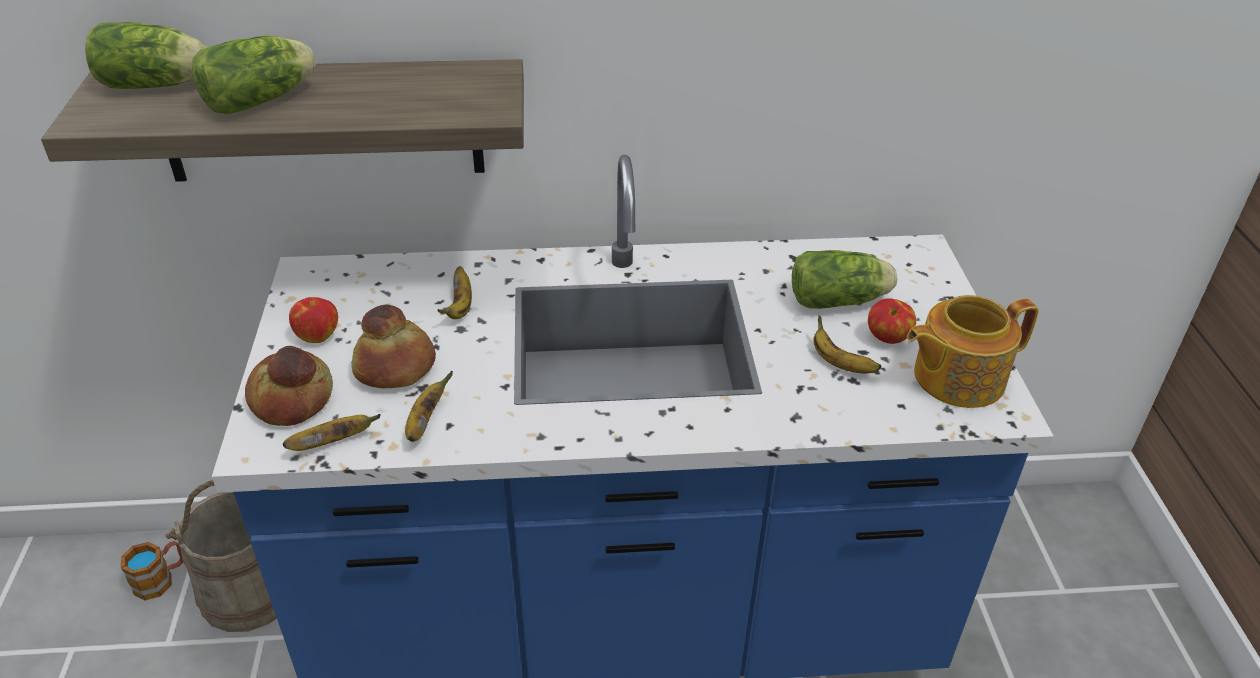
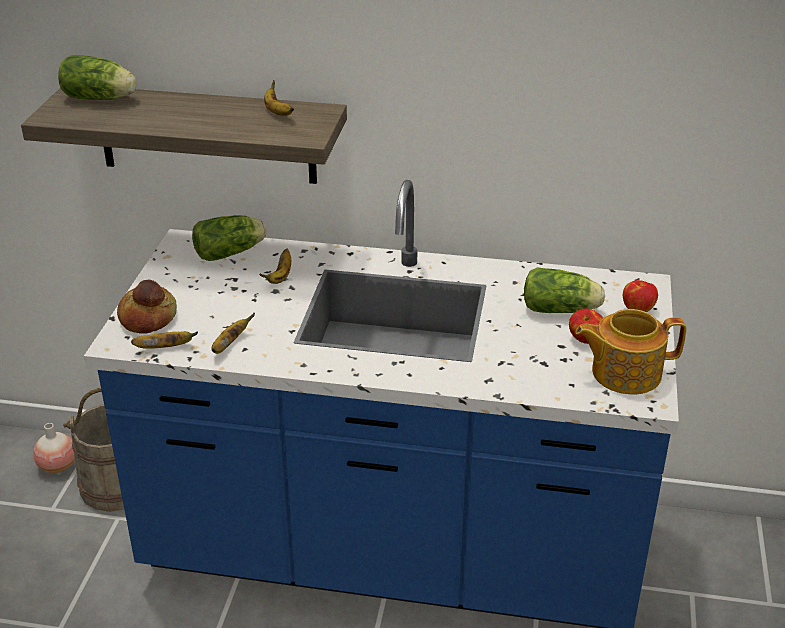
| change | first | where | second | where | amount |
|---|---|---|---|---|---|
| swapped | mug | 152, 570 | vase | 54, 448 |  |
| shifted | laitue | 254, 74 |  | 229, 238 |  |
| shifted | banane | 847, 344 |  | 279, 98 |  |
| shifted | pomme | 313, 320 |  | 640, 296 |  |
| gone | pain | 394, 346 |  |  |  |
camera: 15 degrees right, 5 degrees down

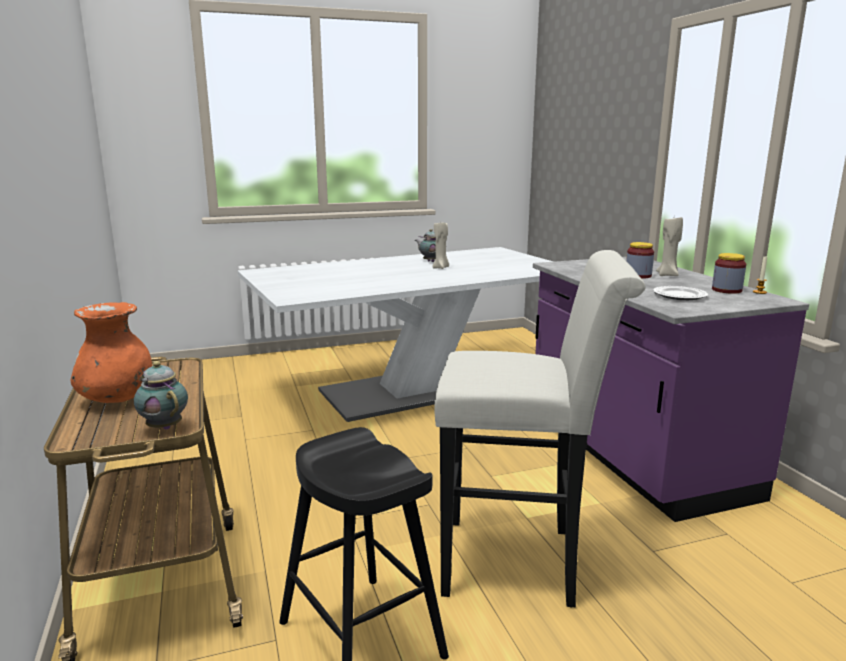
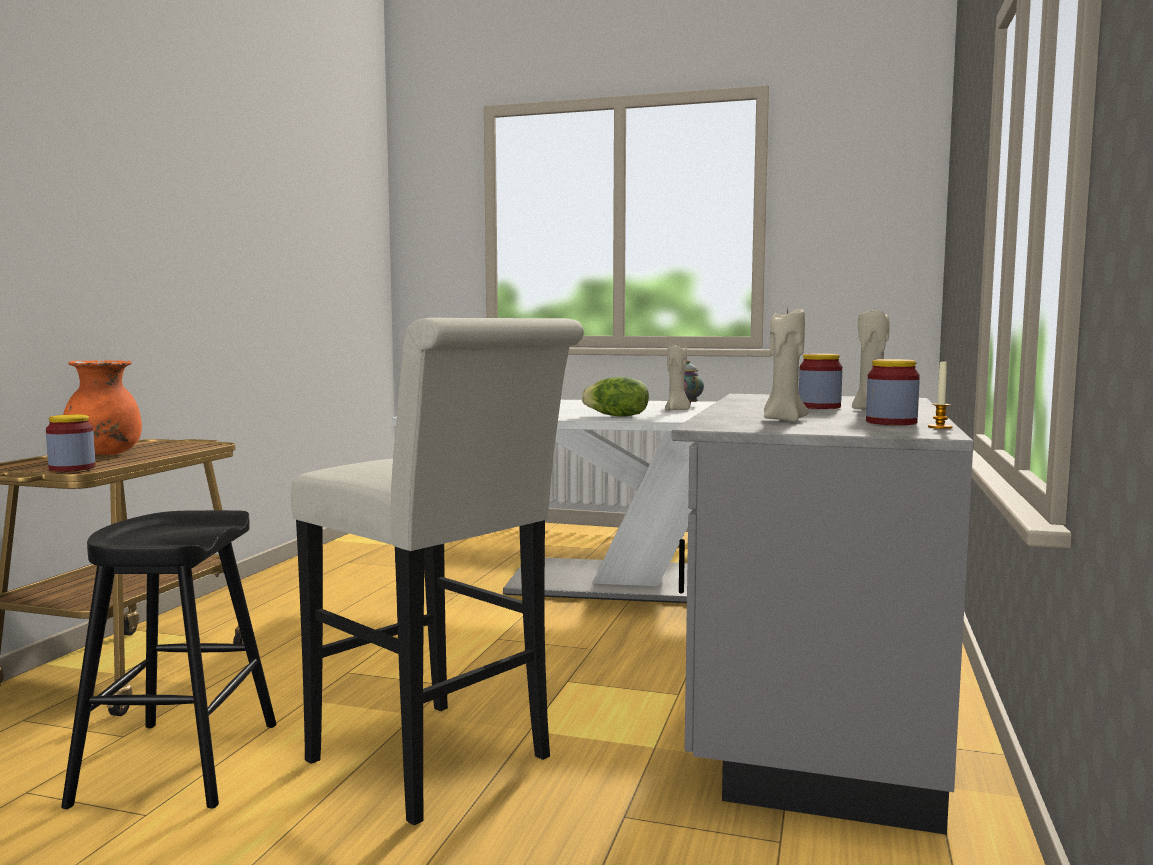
| change | first | where | second | where | amount |
|---|---|---|---|---|---|
| swapped | théière | 161, 395 | bocal | 71, 443 |  |
| new |  |  | laitue | 615, 397 |  |
| repainted | comptoir de cuisine/violet | 671, 389 | comptoir de cuisine/gris | 822, 614 |  |
| swapped | assiette | 680, 293 | bougie/beige | 786, 364 |  |
camera: 35 degrees right, 10 degrees down

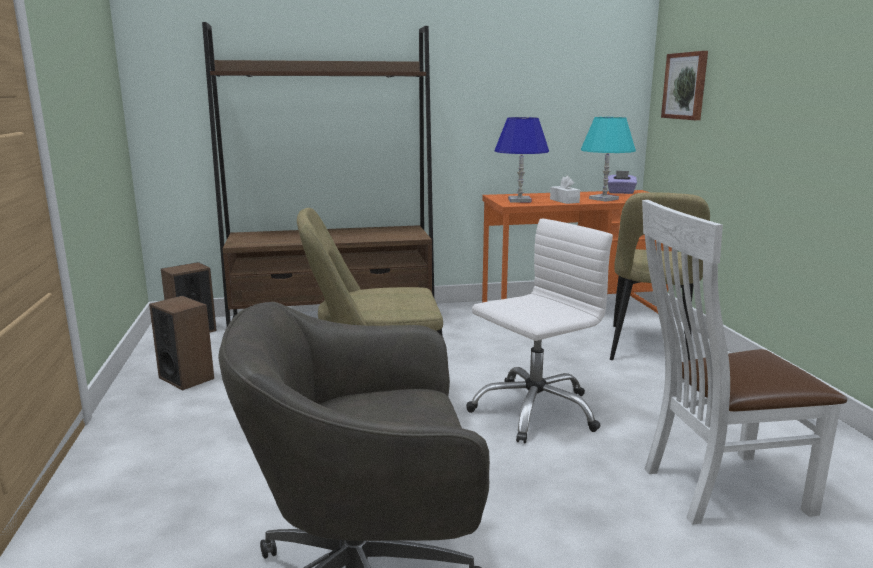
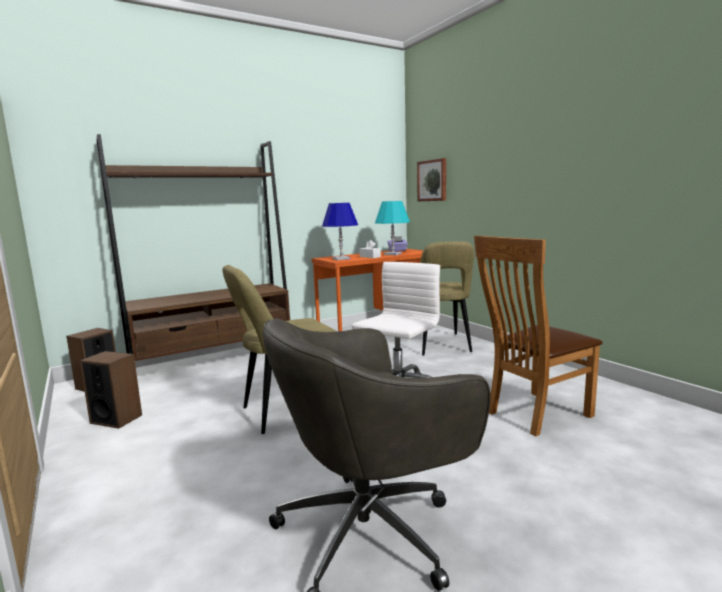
| change | first | where | second | where | amount |
|---|---|---|---|---|---|
| repainted | chaise/blanc | 744, 362 | chaise/marron | 538, 336 |  |
camera: 20 degrees left, 5 degrees down

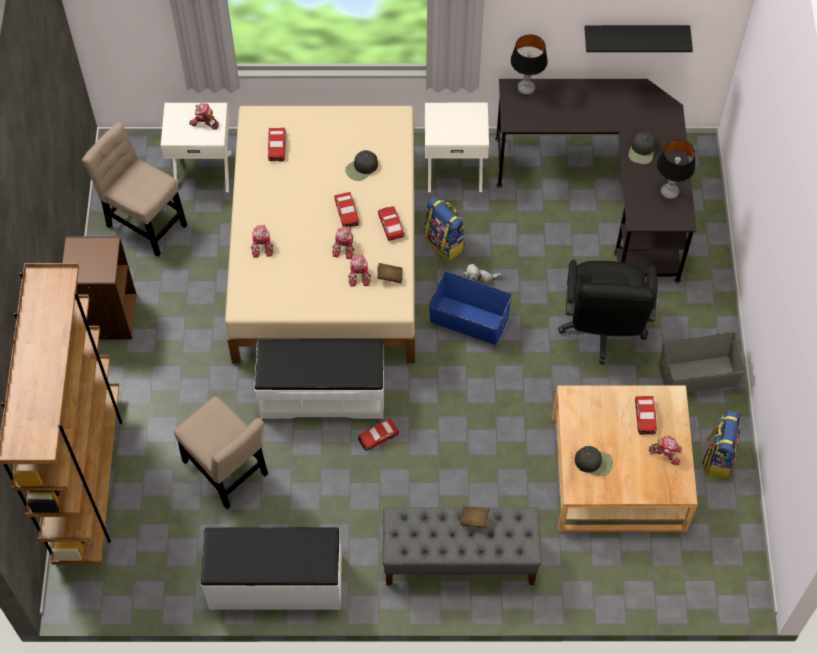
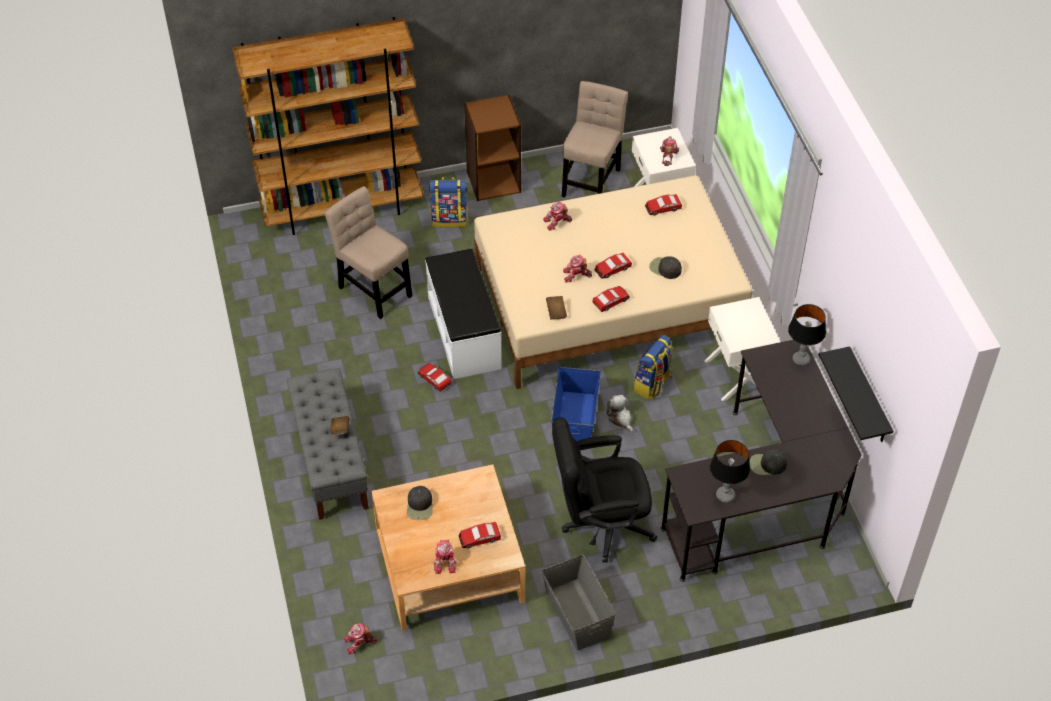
| change | first | where | second | where | amount |
|---|---|---|---|---|---|
| rotated | chaise/beige | 221, 452 |  | 368, 252 | 105 degrees clockwise |
| shifted | robot jouet | 359, 270 |  | 360, 638 |  |
| shifted | sac à dos | 721, 444 |  | 448, 202 |  |
| gone | banc/blanc | 271, 568 |  |  |  |
camera: 75 degrees right, 10 degrees down

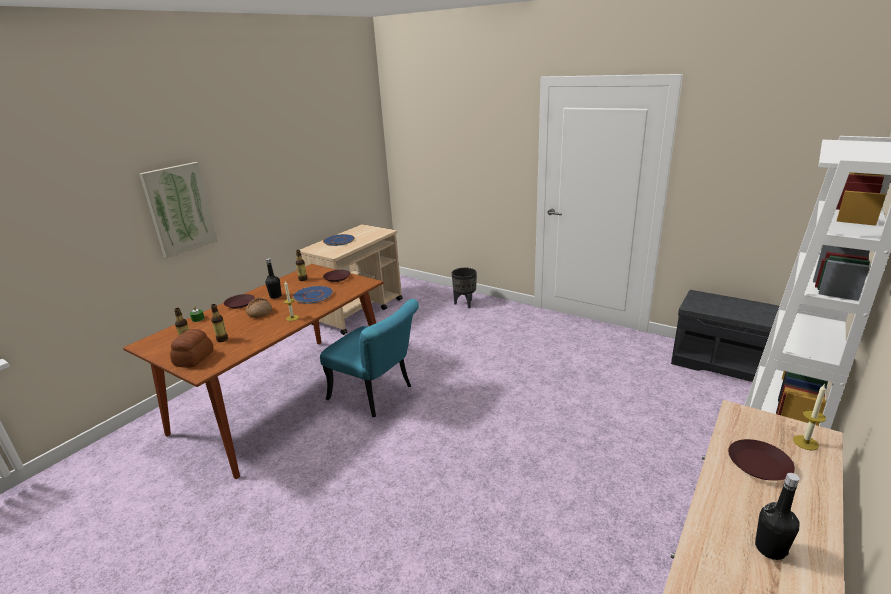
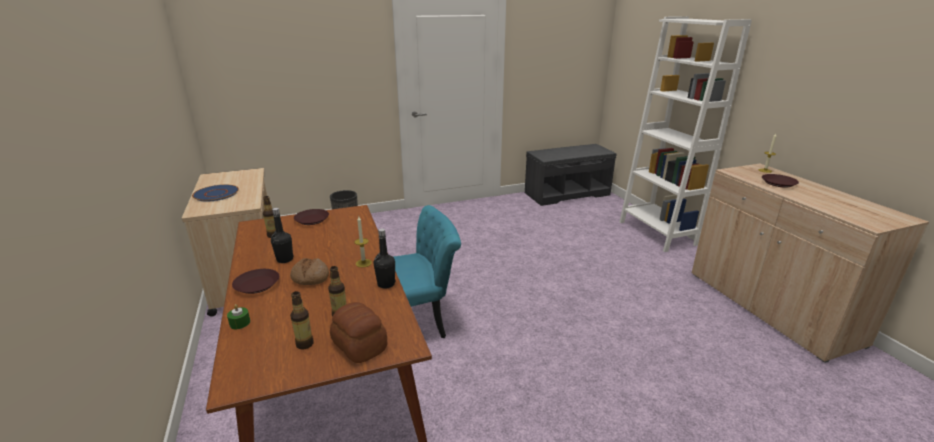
| change | first | where | second | where | amount |
|---|---|---|---|---|---|
| shifted | bouteille/noir | 777, 516 |  | 385, 258 |  |
| gone | tableau | 178, 210 |  |  |  |
| gone | assiette/bleu | 312, 295 |  |  |  |
camera: 55 degrees left, 0 degrees up

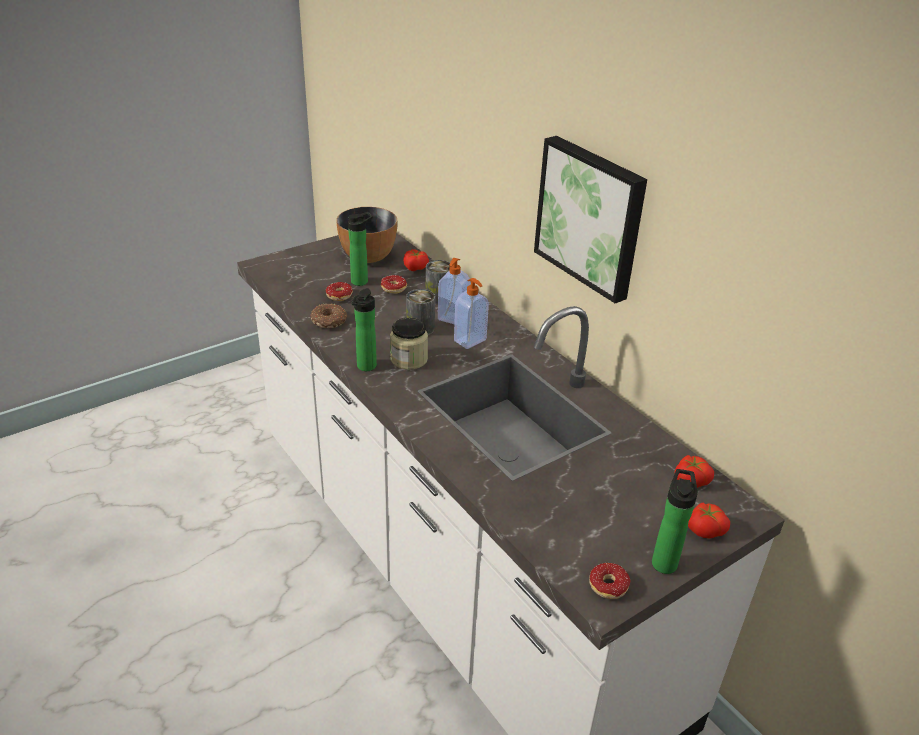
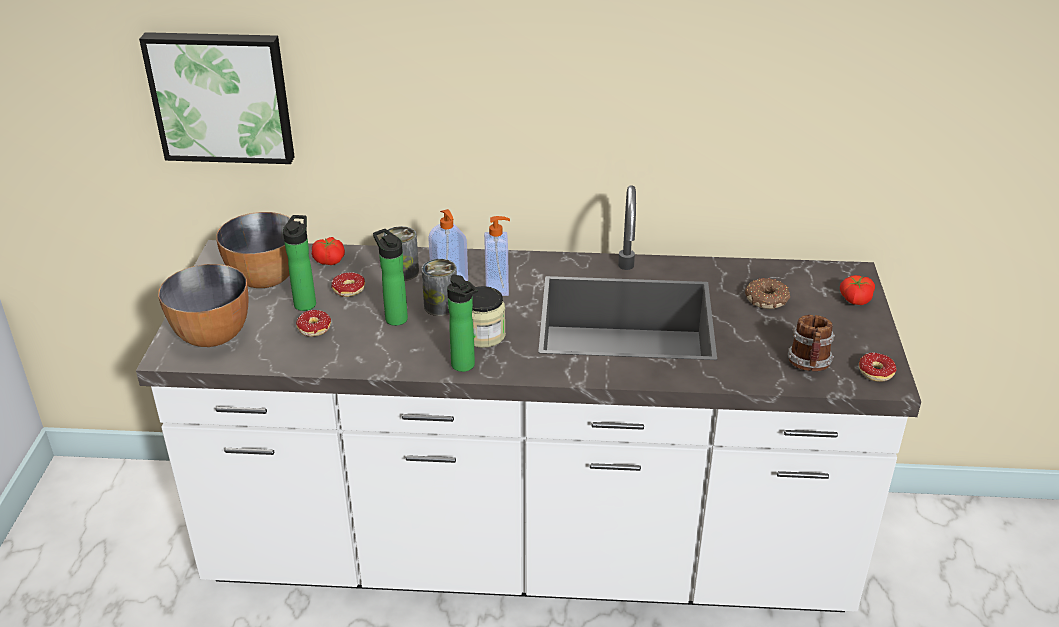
| change | first | where | second | where | amount |
|---|---|---|---|---|---|
| shifted | tableau | 590, 219 |  | 217, 98 |  |
| new |  |  | bol | 203, 305 |  |
| shifted | bouteille | 675, 521 |  | 390, 277 |  |
| shifted | beignet | 329, 316 |  | 767, 293 |  |
| new |  |  | mug | 811, 343 |  |
| gone | tomate | 694, 471 |  |  |  |
camera: 50 degrees left, 0 degrees up

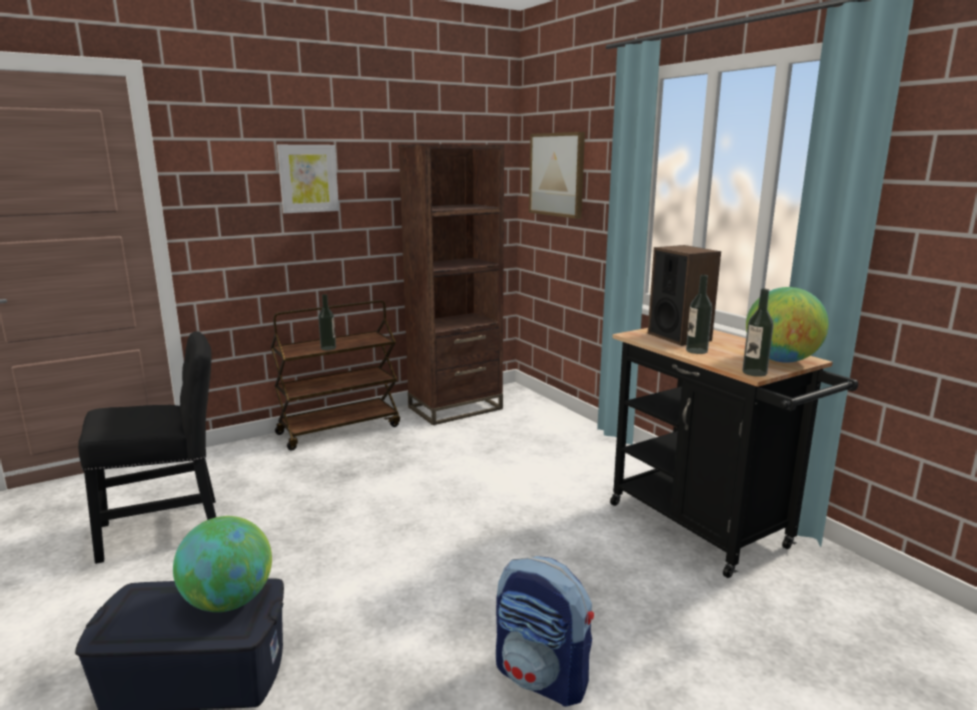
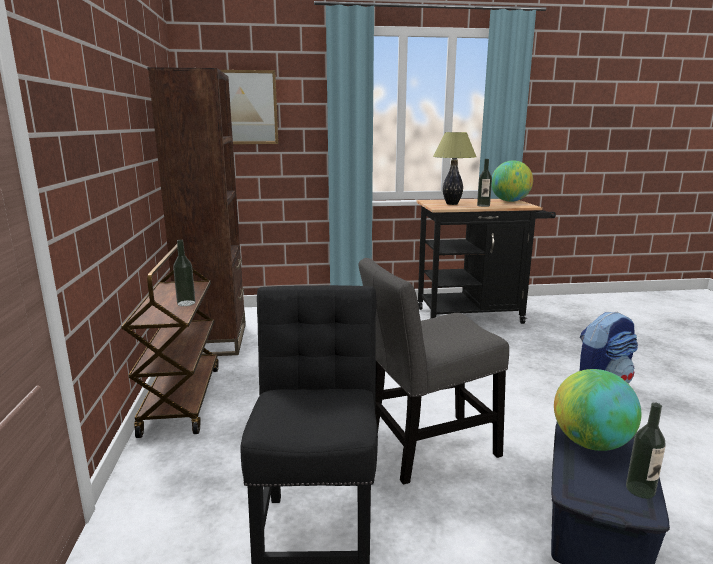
| change | first | where | second | where | amount |
|---|---|---|---|---|---|
| new |  |  | chaise/gris | 434, 371 |  |
| swapped | enceinte | 684, 295 | lampe de table | 454, 168 |  |
| shifted | bouteille | 758, 332 |  | 646, 450 |  |
| gone | tableau | 308, 179 |  |  |  |
camera: 65 degrees left, 0 degrees up

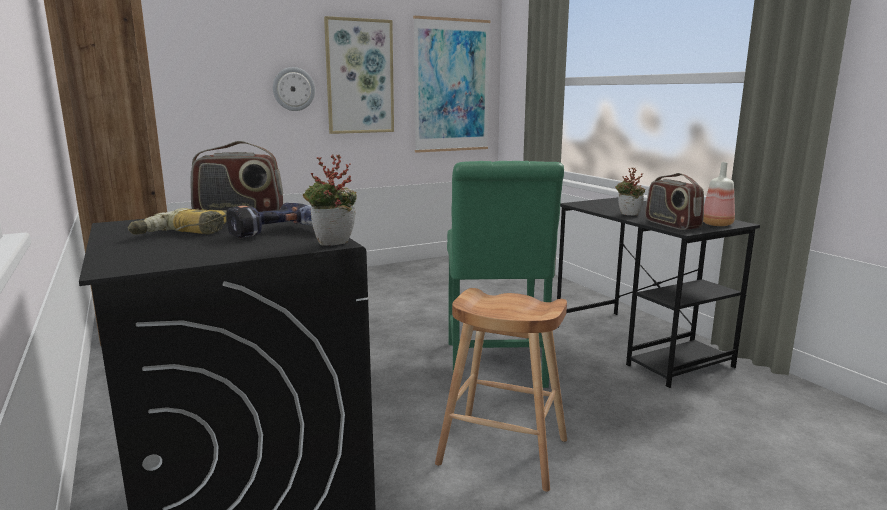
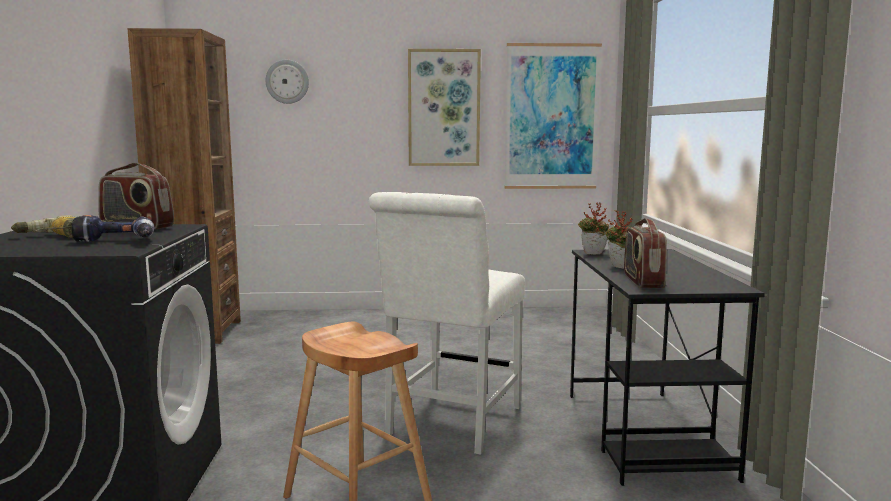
| change | first | where | second | where | amount |
|---|---|---|---|---|---|
| shifted | horloge murale | 294, 89 |  | 287, 82 |  |
| repainted | chaise/vert | 505, 274 | chaise/blanc | 447, 323 |  |
| shifted | plante en pot | 330, 200 |  | 593, 228 |  |
| gone | bouteille | 719, 194 |  |  |  |
camera: 25 degrees right, 5 degrees down

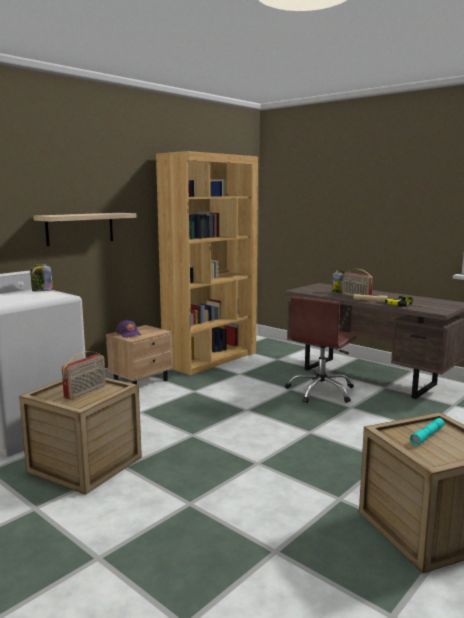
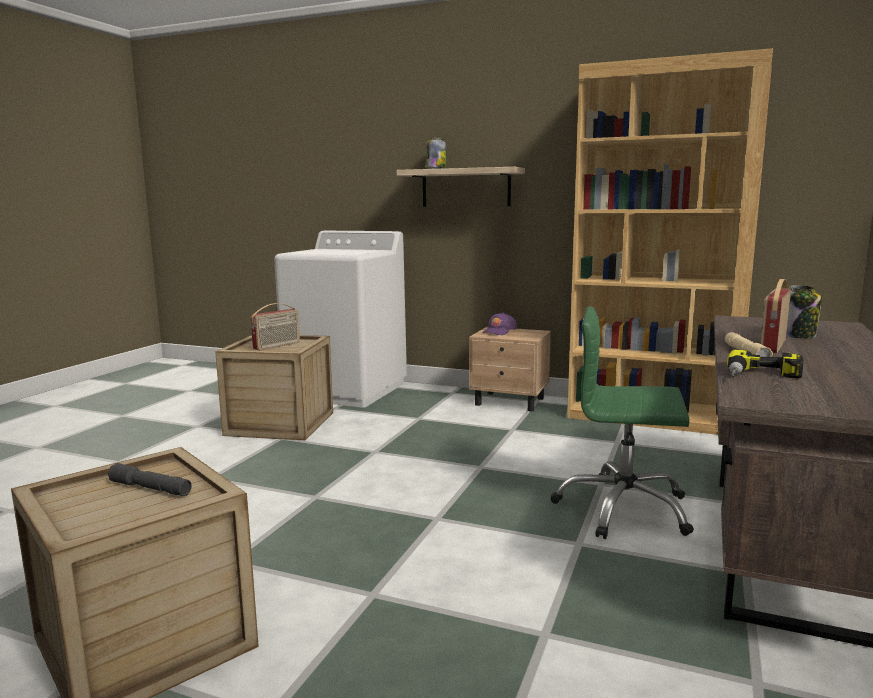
| change | first | where | second | where | amount |
|---|---|---|---|---|---|
| repainted | lampe de poche/turquoise | 427, 432 | lampe de poche/gris | 150, 479 |  |
| rotated | radio | 84, 375 |  | 275, 326 | 60 degrees counterclockwise |
| shifted | bocal | 41, 278 |  | 435, 153 |  |
| repainted | chaise de bureau/marron | 320, 349 | chaise de bureau/vert | 622, 422 |  |
camera: 70 degrees right, 0 degrees up

